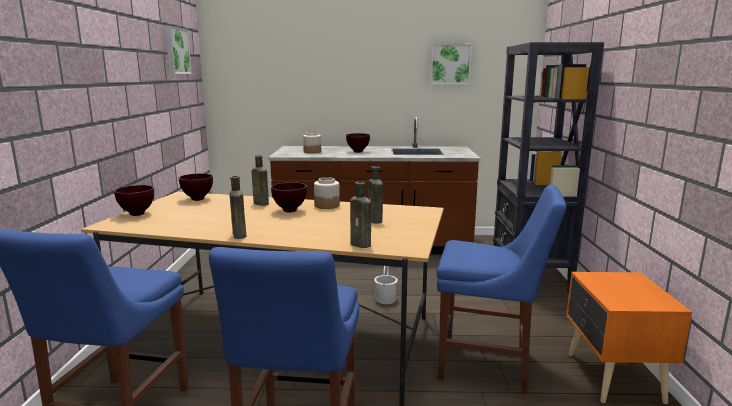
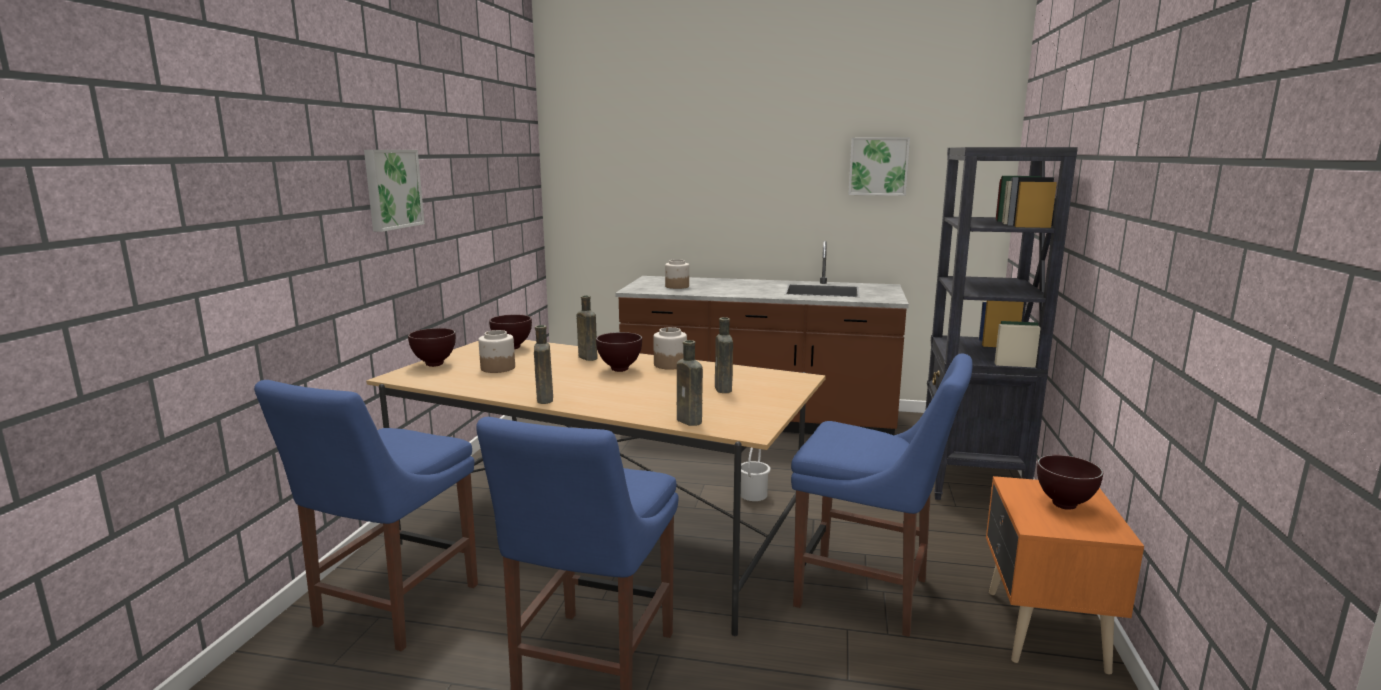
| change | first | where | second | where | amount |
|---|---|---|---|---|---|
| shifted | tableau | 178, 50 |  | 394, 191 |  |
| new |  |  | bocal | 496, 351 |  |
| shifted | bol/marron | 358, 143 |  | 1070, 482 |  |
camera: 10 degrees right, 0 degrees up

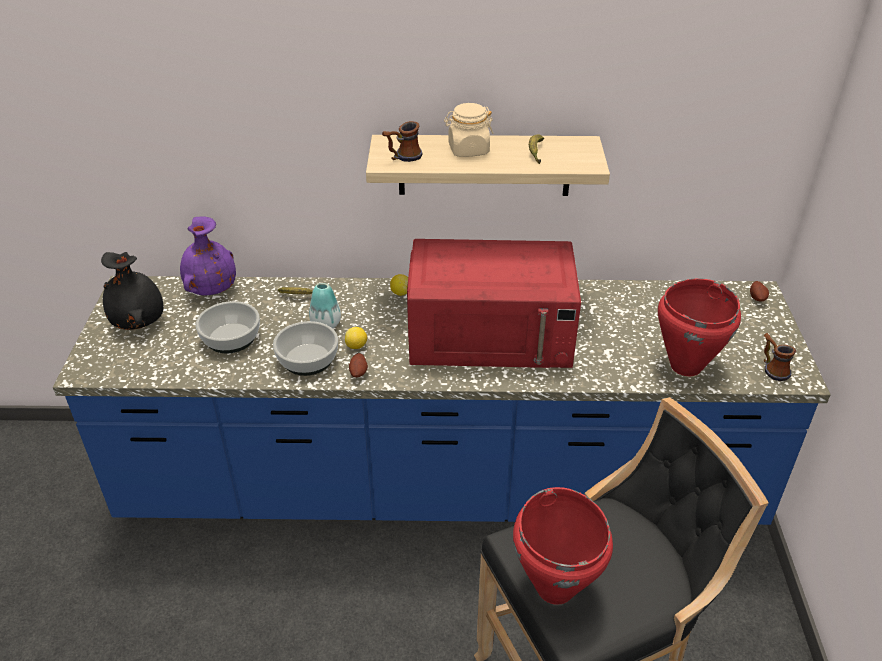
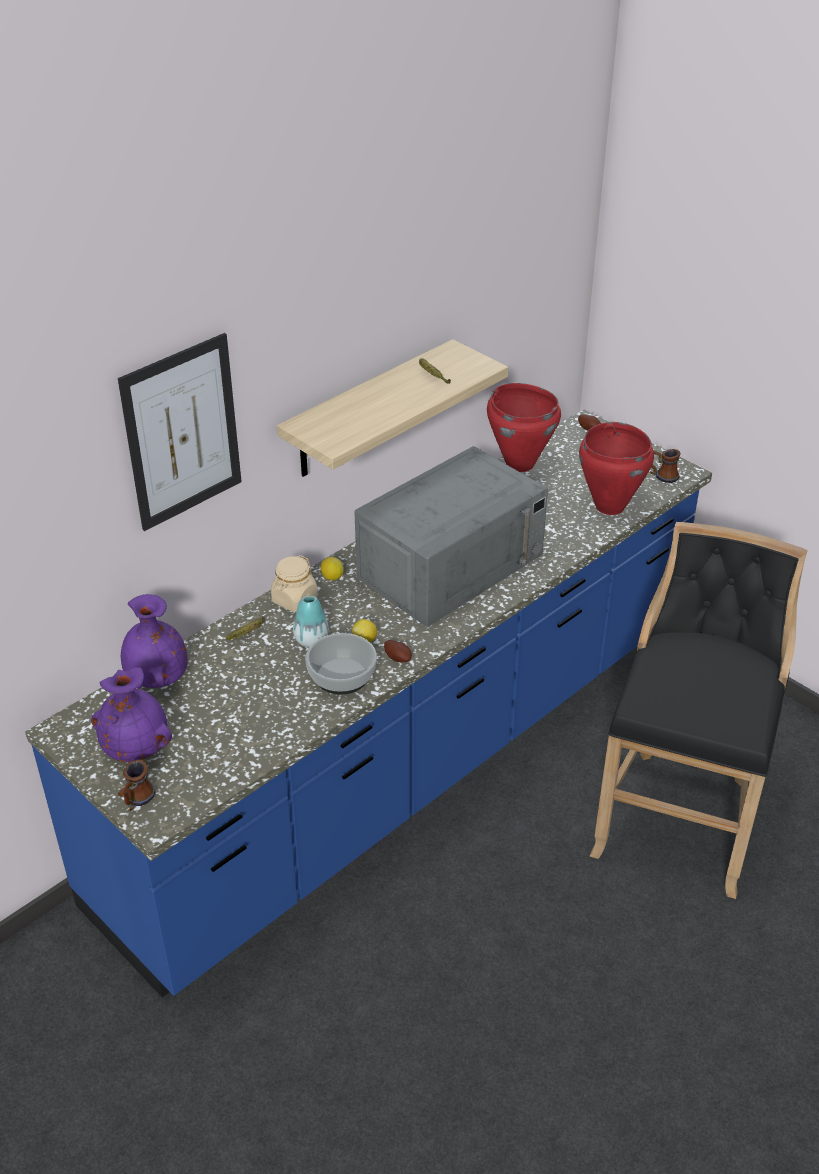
| change | first | where | second | where | amount |
|---|---|---|---|---|---|
| repainted | vase/noir | 132, 291 | vase/violet | 131, 714 |  |
| new |  |  | tableau | 180, 432 |  |
| shifted | mug | 402, 141 |  | 136, 785 |  |
| shifted | bocal/beige | 469, 130 |  | 294, 583 |  |
| repainted | micro-ondes/rouge | 494, 303 | micro-ondes/gris | 451, 536 |  |
| shifted | marmite/rouge | 563, 546 |  | 524, 427 |  |
| gone | bol | 227, 327 |  |  |  |
camera: 45 degrees left, 0 degrees up

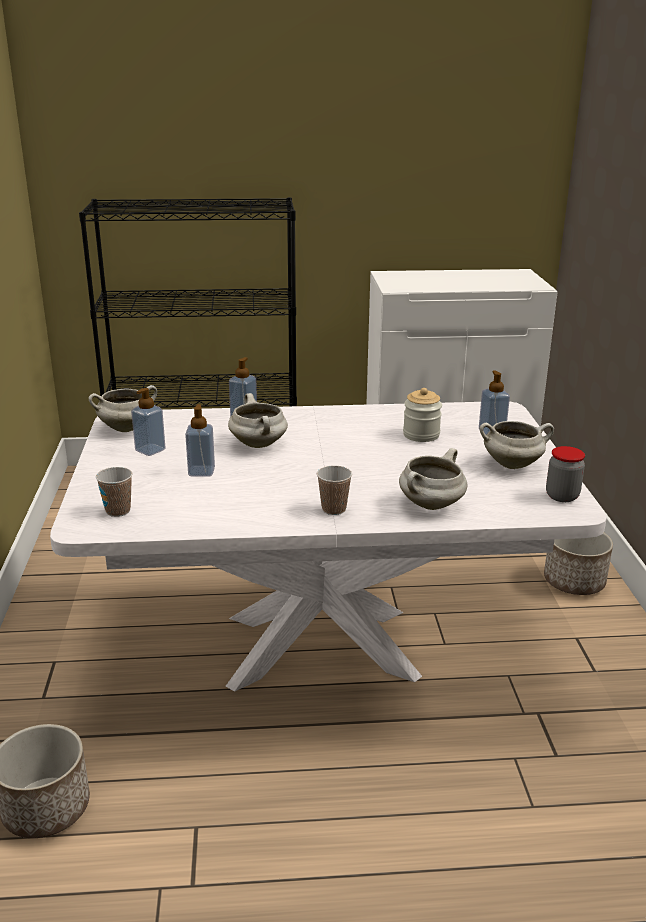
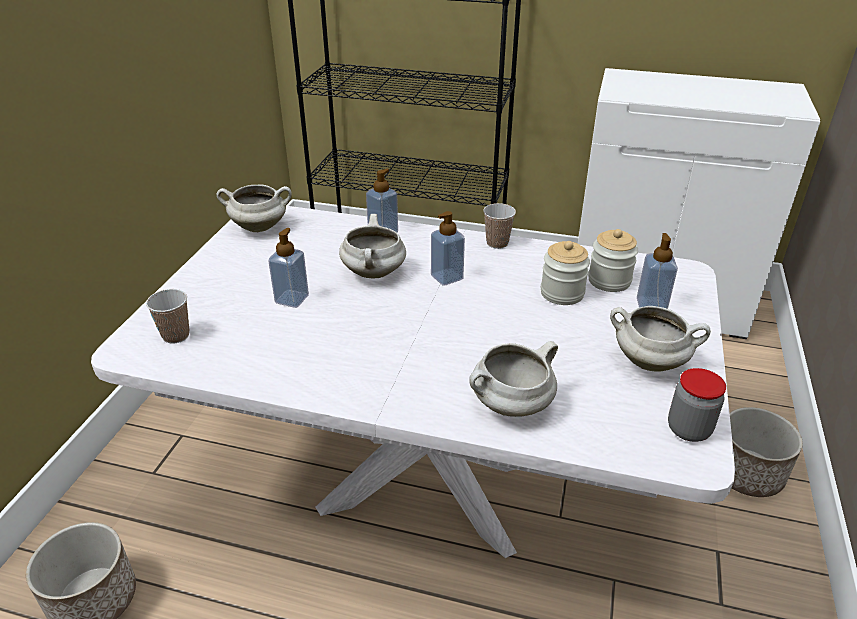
| change | first | where | second | where | amount |
|---|---|---|---|---|---|
| shifted | distributeur de savon | 148, 422 |  | 448, 248 |  |
| shifted | tasse | 334, 490 |  | 499, 226 |  |
| new |  |  | bocal | 613, 260 |  |
camera: 20 degrees right, 10 degrees up

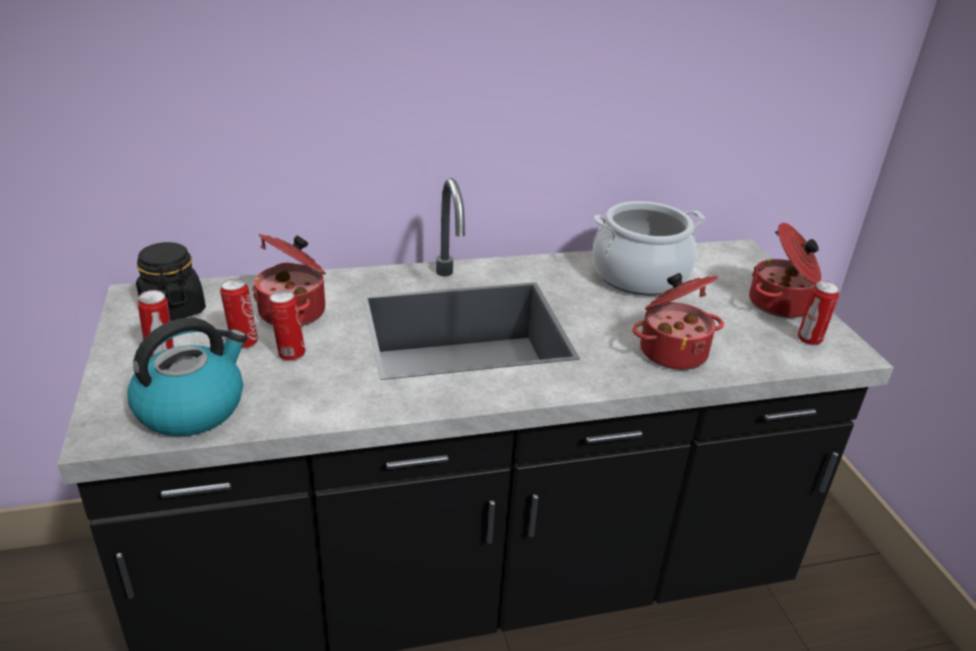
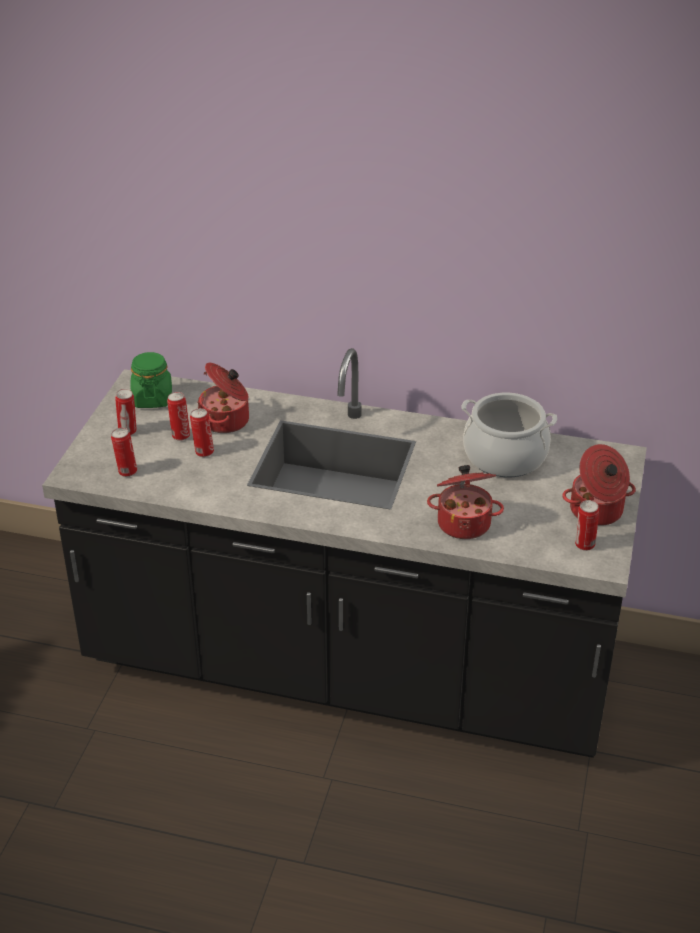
| change | first | where | second | where | amount |
|---|---|---|---|---|---|
| swapped | bouilloire | 187, 376 | boîte métallique | 124, 452 |  |
| repainted | bocal/noir | 171, 281 | bocal/vert | 151, 380 |  |
camera: 30 degrees right, 5 degrees up

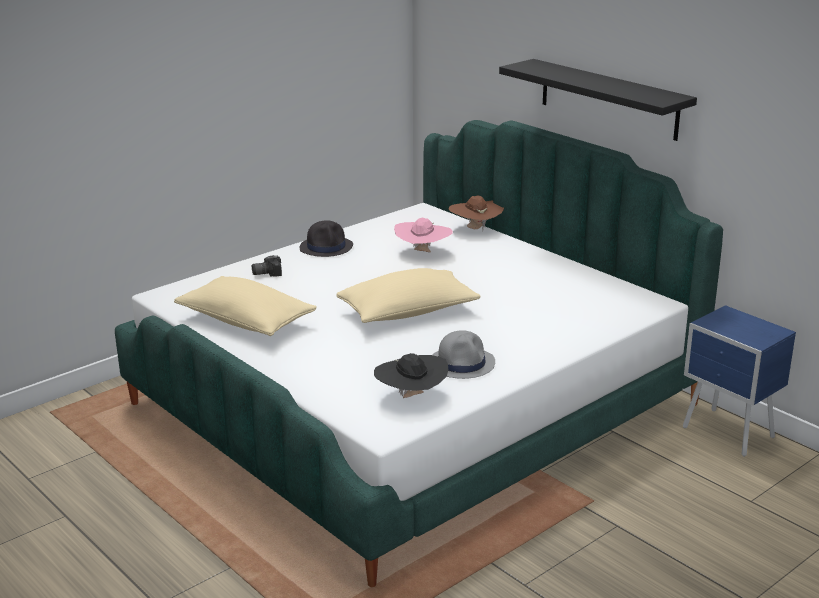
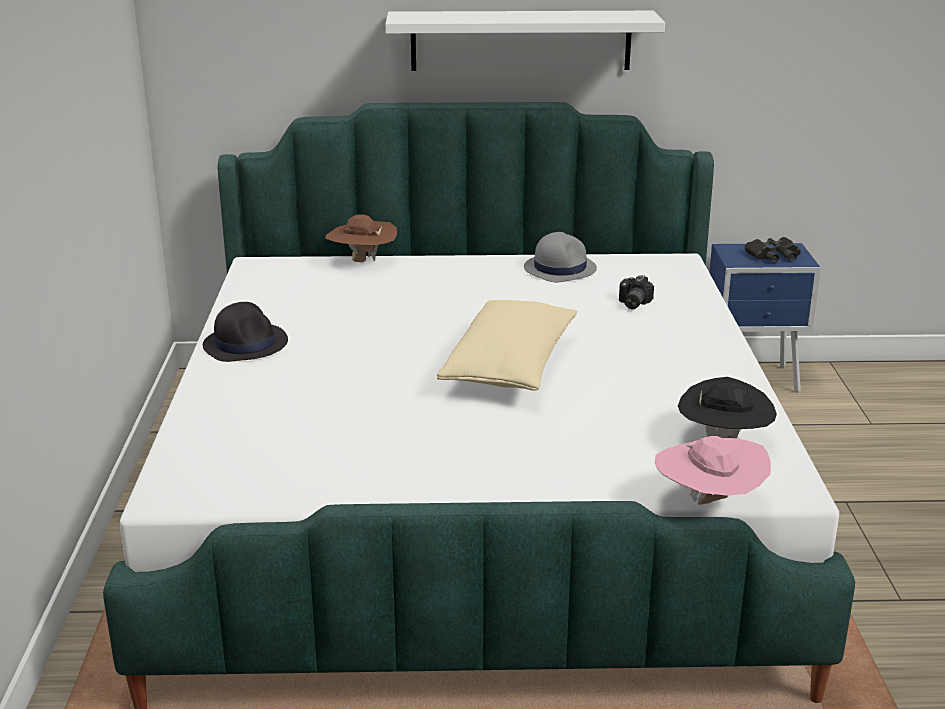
| change | first | where | second | where | amount |
|---|---|---|---|---|---|
| repainted | étagère/noir | 598, 100 | étagère/blanc | 525, 41 |  |
| shifted | chapeau/gris | 463, 354 |  | 560, 257 |  |
| shifted | appareil photo | 267, 266 |  | 636, 292 |  |
| shifted | chapeau/rose | 423, 235 |  | 713, 470 |  |
| new |  |  | jumelles/noir | 772, 250 |  |
| gone | coussin/beige | 245, 306 |  |  |  |
camera: 50 degrees left, 0 degrees up

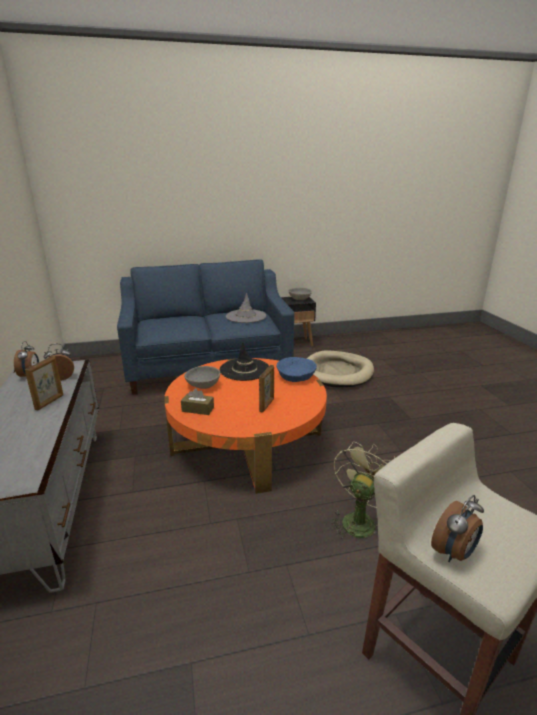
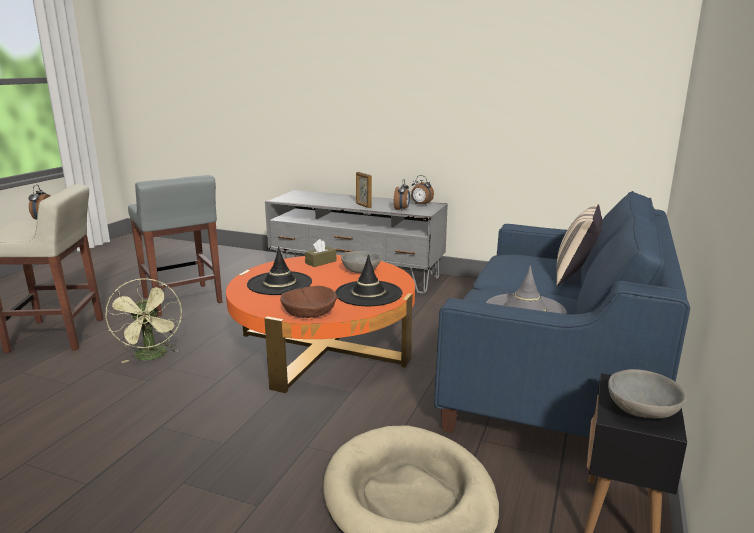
| change | first | where | second | where | amount |
|---|---|---|---|---|---|
| new |  |  | tabouret/gris | 175, 246 |  |
| swapped | cadre photo | 266, 389 | chapeau/noir | 279, 271 |  |
| repainted | bol/bleu | 297, 369 | bol/marron | 308, 302 |  |
| new |  |  | coussin/beige | 580, 245 |  |
camera: 125 degrees right, 5 degrees down

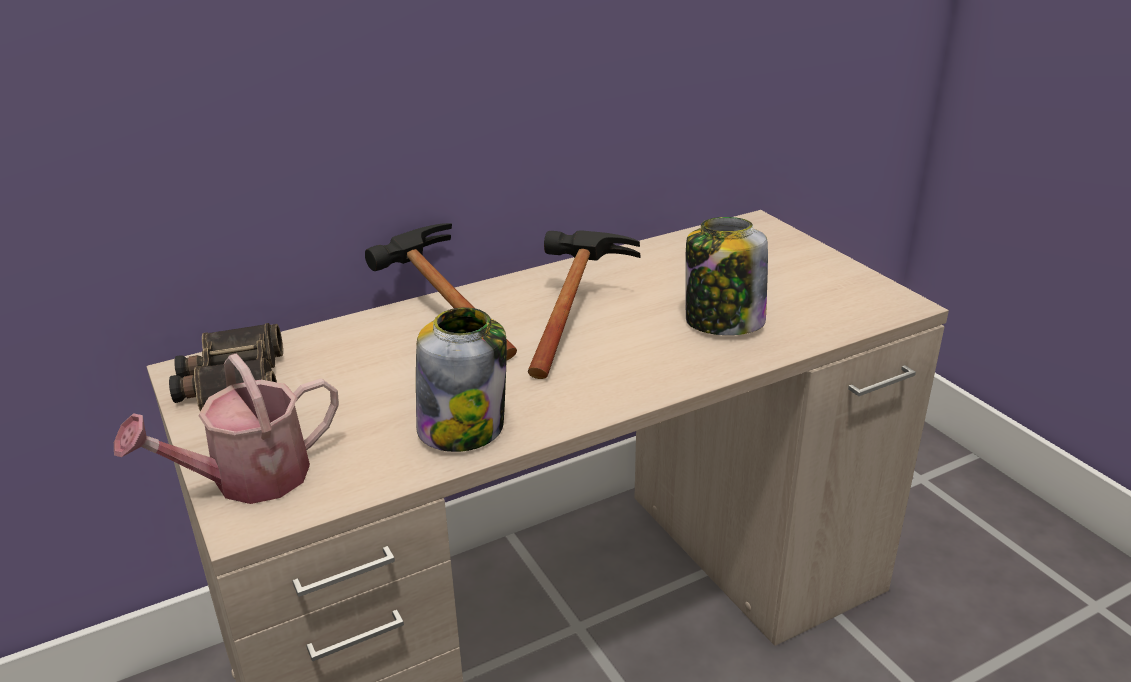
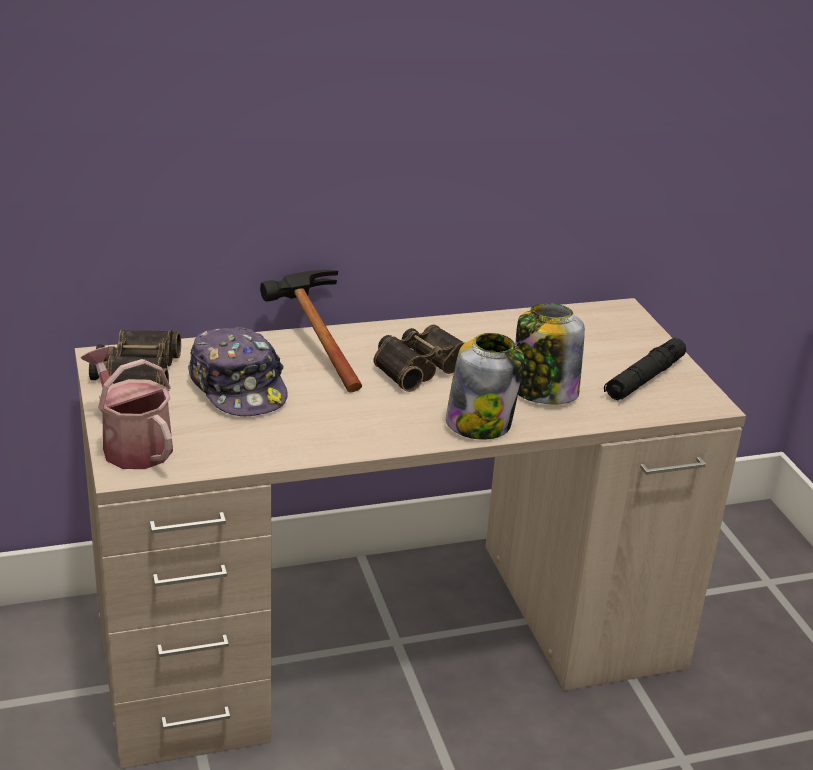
| change | first | where | second | where | amount |
|---|---|---|---|---|---|
| rotated | arrosoir | 226, 429 |  | 127, 408 | 75 degrees clockwise |
| new |  |  | casquette | 238, 371 |  |
| swapped | marteau | 584, 304 | jumelles | 419, 358 |  |
| shifted | bocal | 461, 379 |  | 485, 386 |  |
| new |  |  | lampe de poche/noir | 645, 369 |  |
camera: 10 degrees right, 0 degrees up

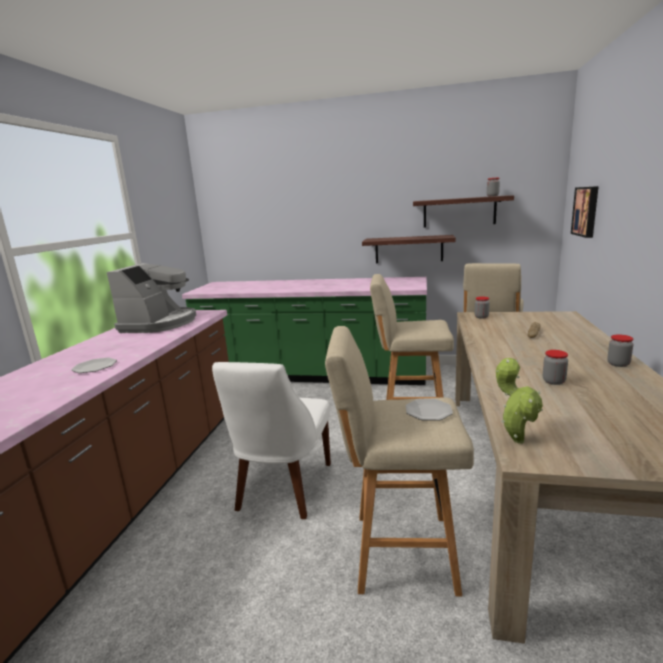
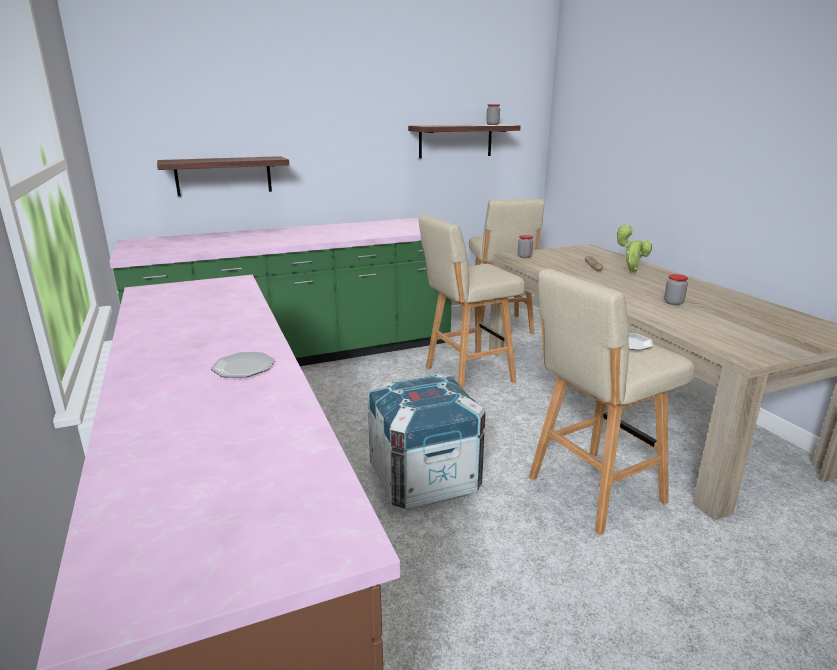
| change | first | where | second | where | amount |
|---|---|---|---|---|---|
| shifted | étagère | 409, 249 |  | 223, 176 |  |
| swapped | chaise/blanc | 271, 440 | caisse | 426, 442 |  |
| shifted | plante en pot | 519, 401 |  | 634, 249 |  |
| gone | machine à café | 151, 298 |  |  |  |
| gone | tableau | 585, 212 |  |  |  |
| gone | bocal | 620, 350 |  |  |  |
camera: 35 degrees left, 5 degrees up

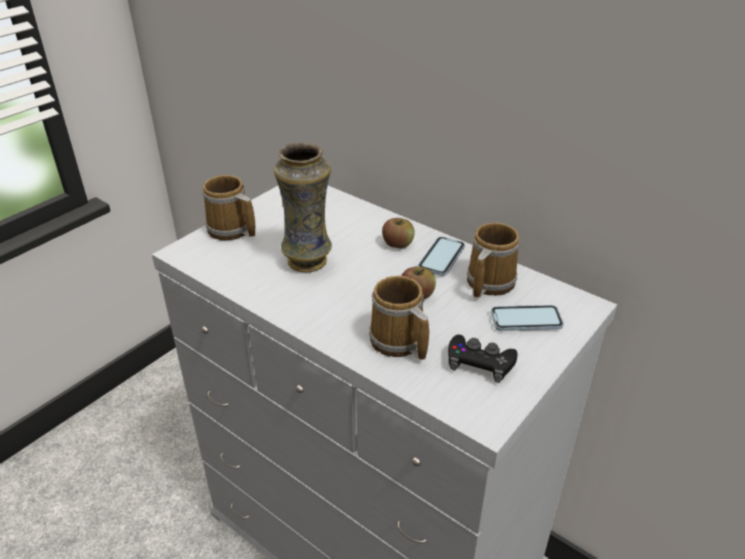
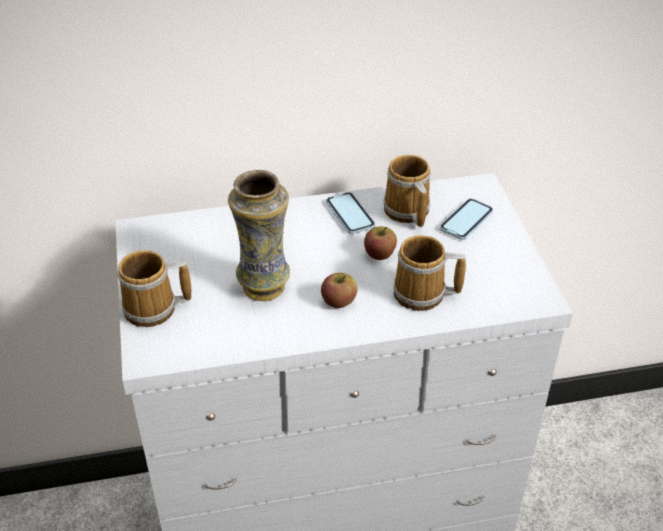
| change | first | where | second | where | amount |
|---|---|---|---|---|---|
| shifted | pomme | 398, 233 |  | 339, 290 |  |
| gone | manette/noir | 483, 358 |  |  |  |
camera: 50 degrees left, 5 degrees up

